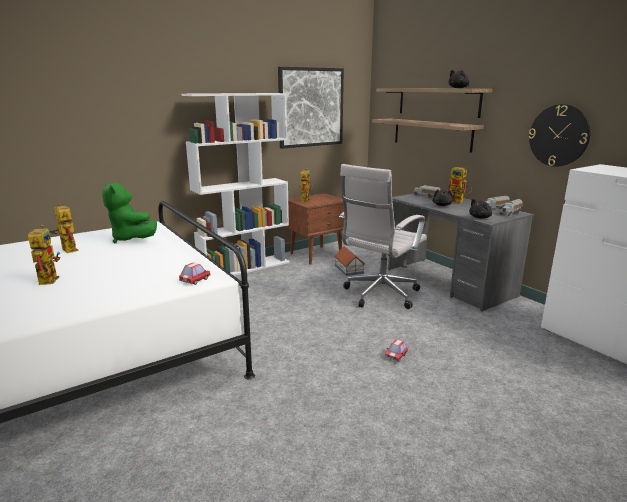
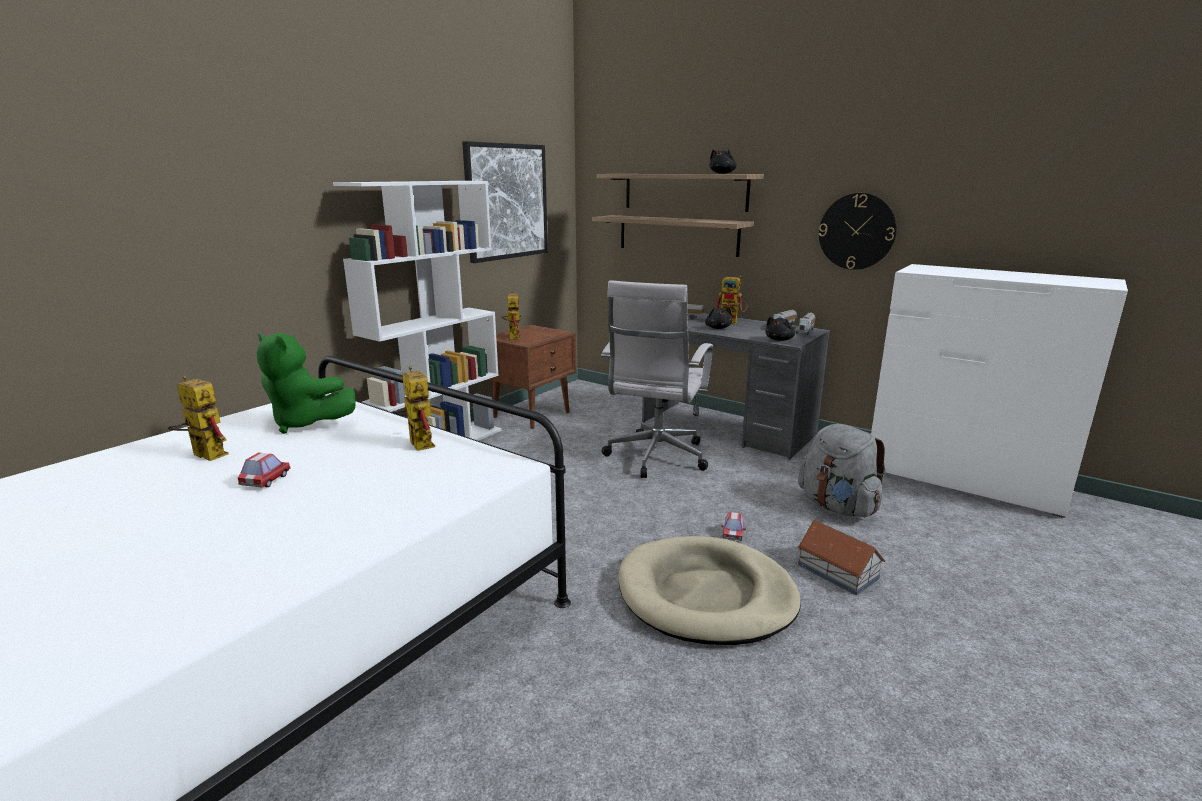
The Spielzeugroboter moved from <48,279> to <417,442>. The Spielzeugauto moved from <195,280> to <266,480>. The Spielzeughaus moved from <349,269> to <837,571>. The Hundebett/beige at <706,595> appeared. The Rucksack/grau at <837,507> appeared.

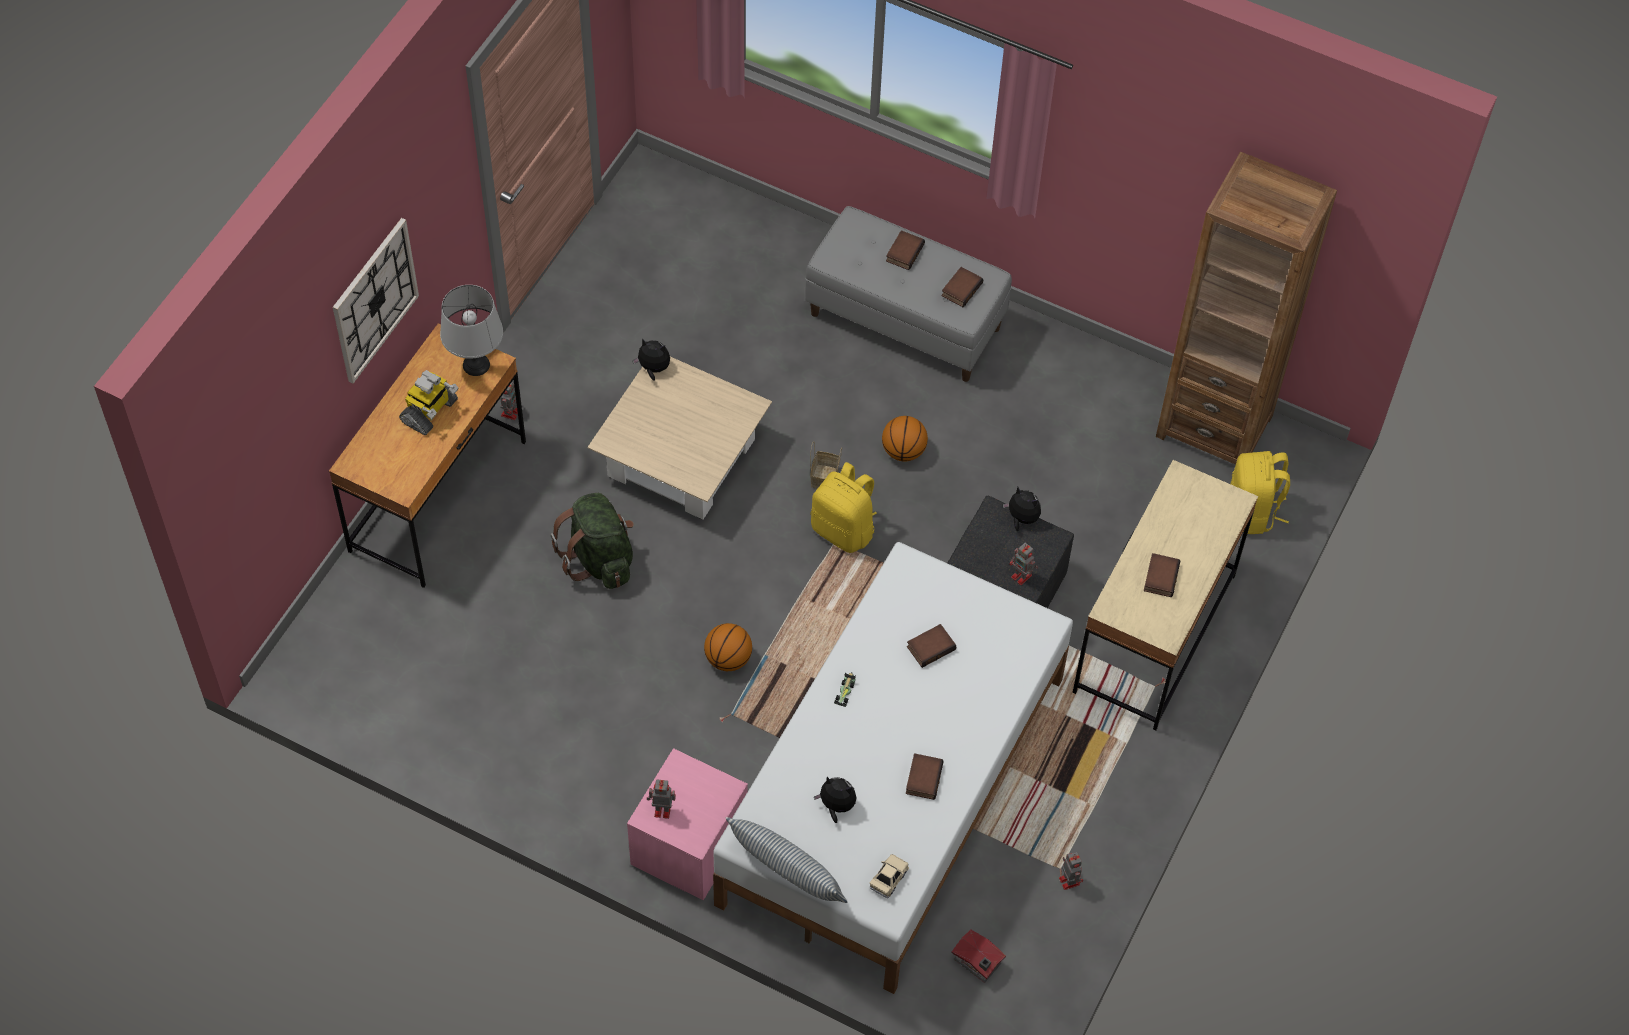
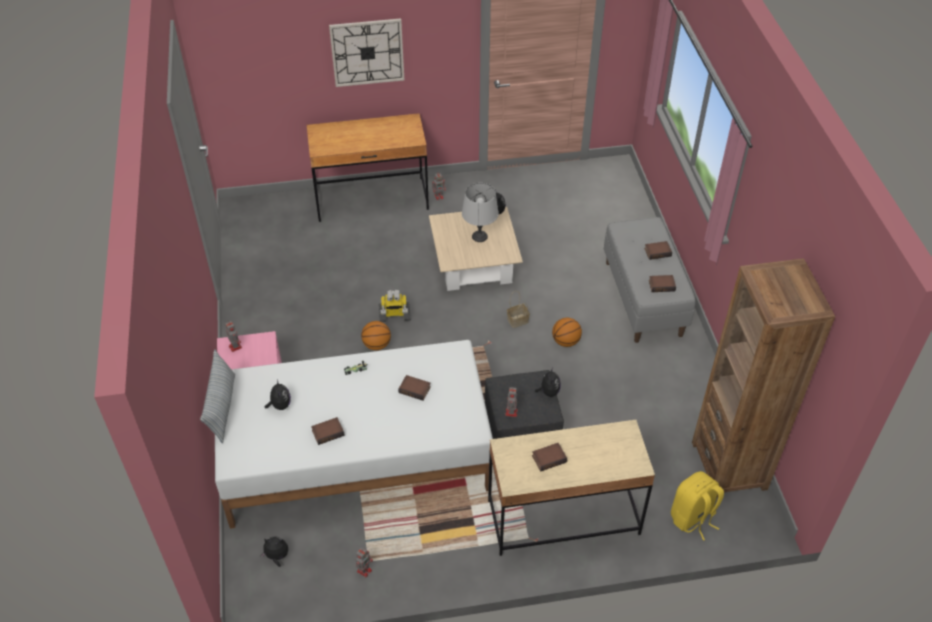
The Spielzeugroboter moved from <430,412> to <394,316>. The Tischlampe/grau moved from <476,365> to <479,236>. The Rucksack/grün at <599,559> disappeared. The Rucksack/gelb at <844,530> disappeared. The Spielzeugauto/beige at <888,879> disappeared. The Spielzeughaus at <977,963> was replaced by the Plüschtier at <277,556>.

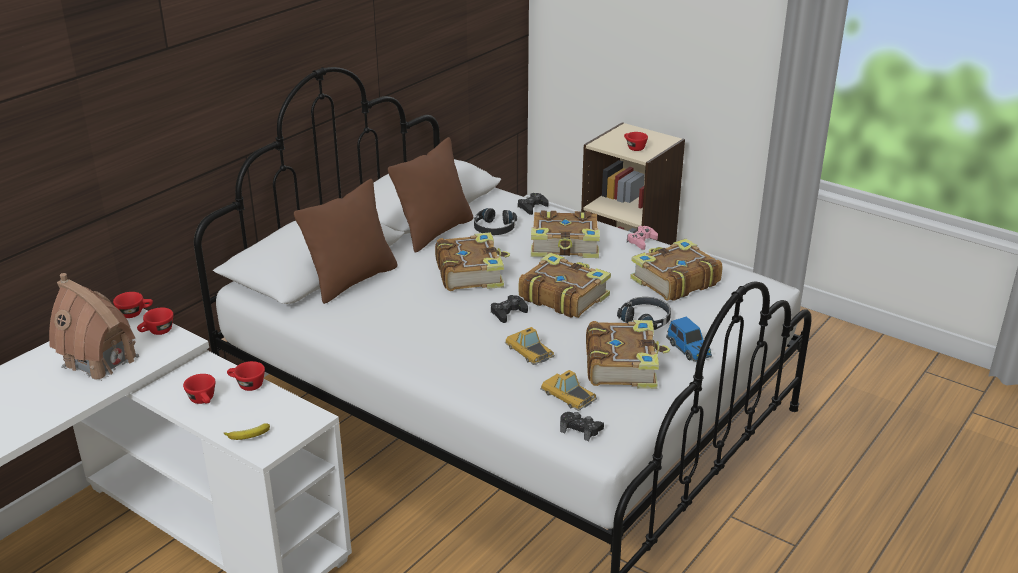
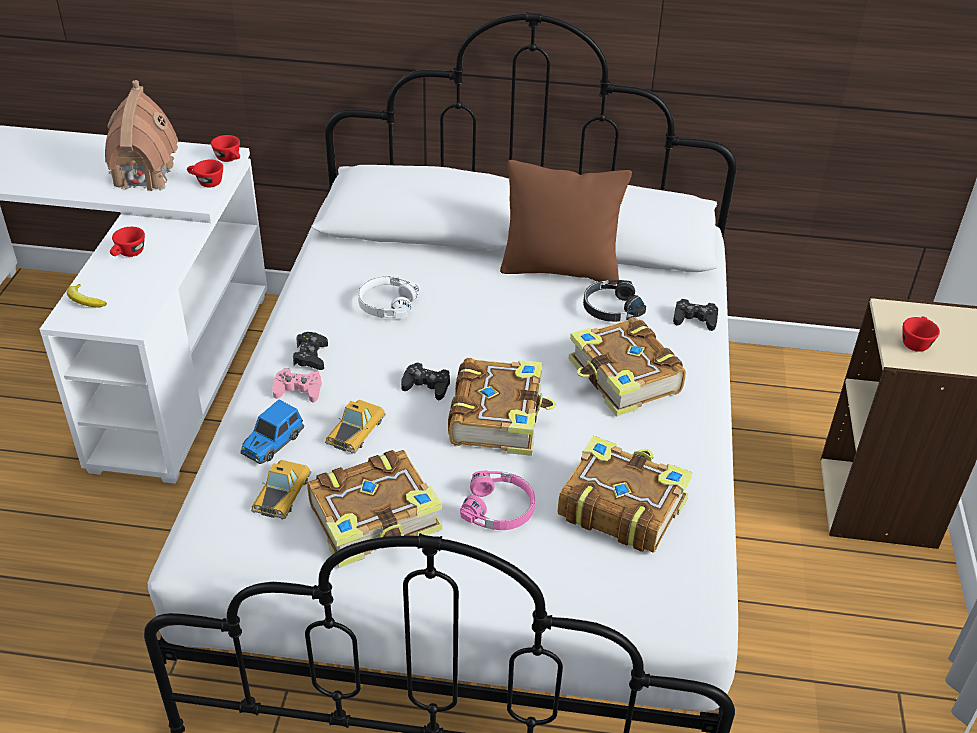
The Tasse/rot at <246,385> disappeared. The Kissen/braun at <352,280> disappeared. The Buch at <471,273> disappeared. The Gamepad/schwarz moved from <580,429> to <311,356>. The Kopfhörer/schwarz at <646,319> became the Kopfhörer/rosa at <499,508>. The Gamepad/rosa moved from <641,241> to <298,390>. The Spielzeugauto moved from <689,349> to <272,443>. The Kopfhörer/weiß at <387,304> appeared.

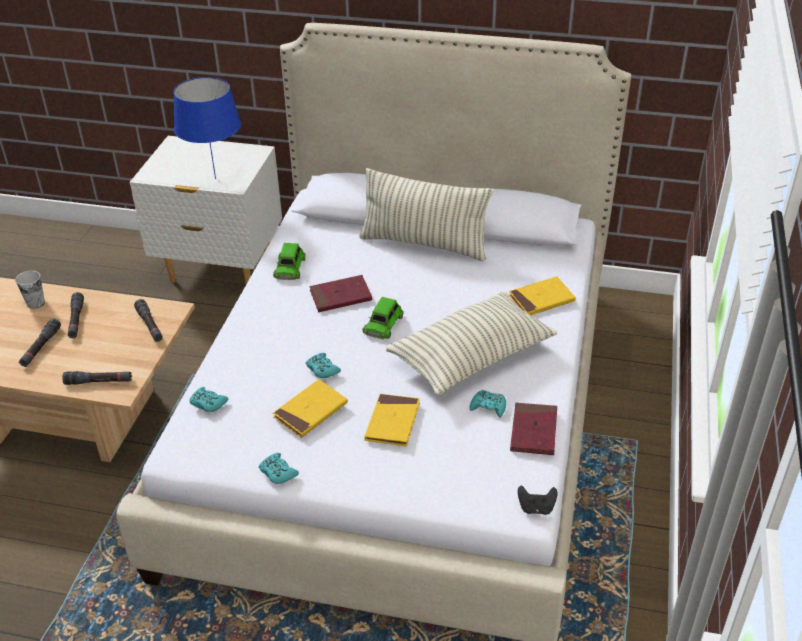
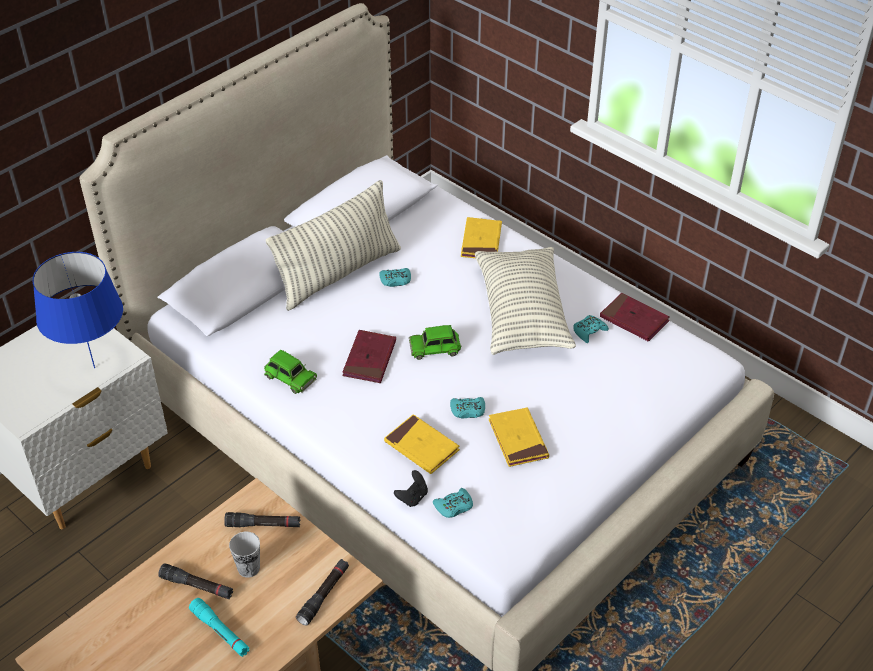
The Tasse moved from <36,303> to <248,568>. The Taschenlampe/schwarz at <41,347> became the Taschenlampe/türkis at <220,631>. The Gamepad/türkis moved from <278,472> to <395,280>. The Spielzeugauto/grün at <383,324> turned 120 degrees clockwise. The Buch/gelb moved from <392,422> to <421,447>. The Gamepad/schwarz moved from <536,508> to <412,497>.

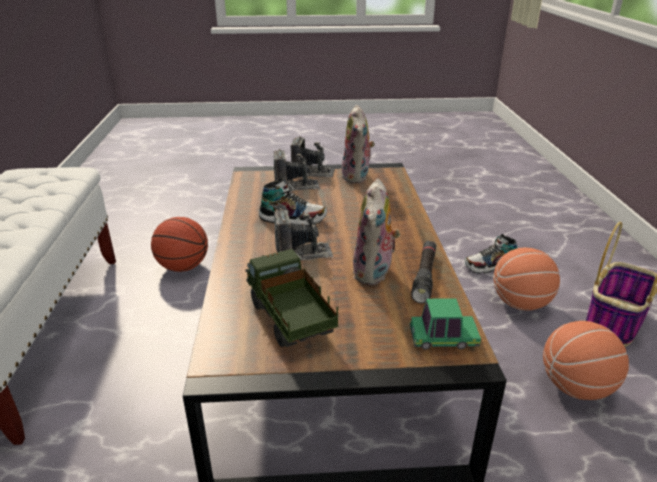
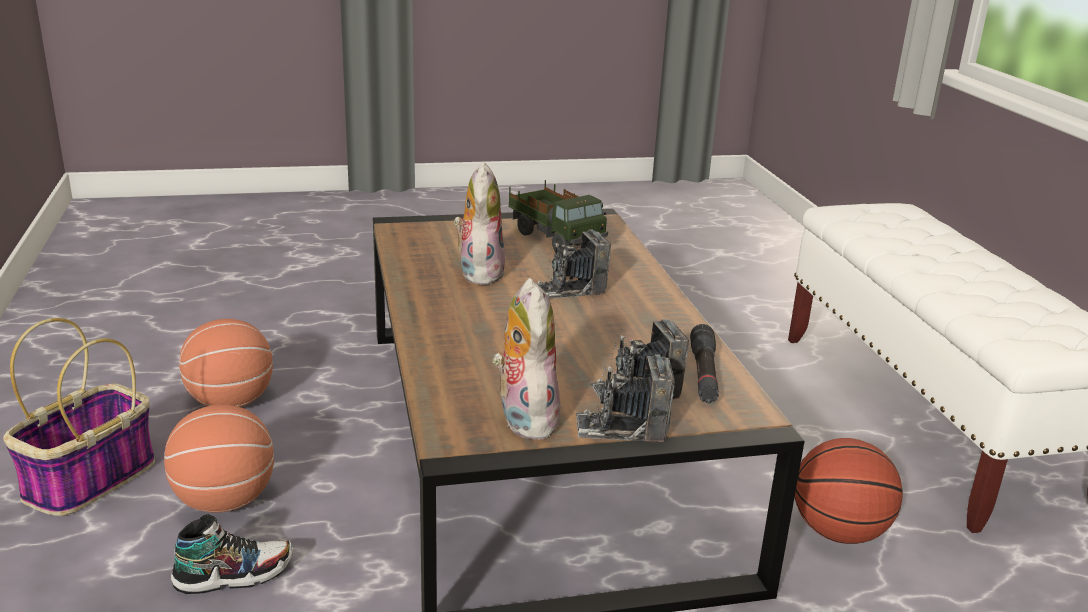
The Schuh at <292,219> disappeared. The Spielzeugauto at <443,338> disappeared. The Taschenlampe/schwarz moved from <424,276> to <703,374>.

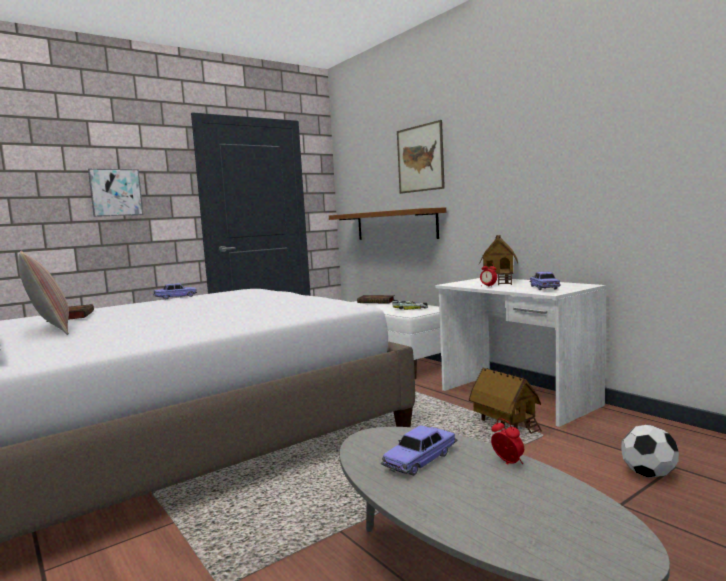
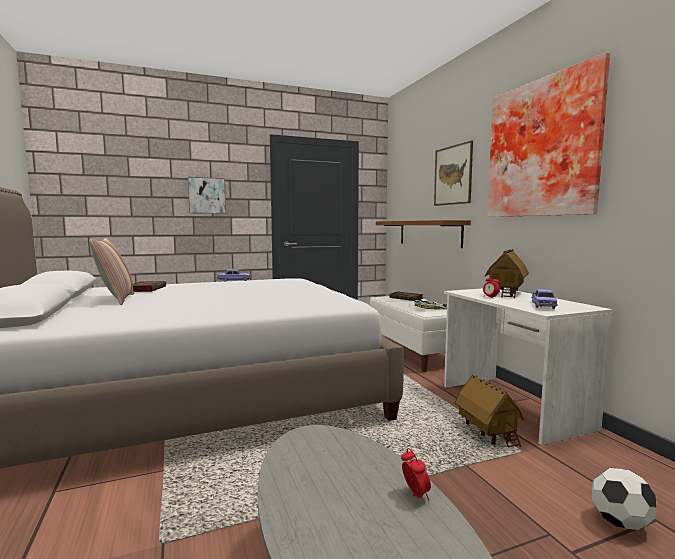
The Spielzeugauto at <420,460> disappeared. The Bild at <544,149> appeared.

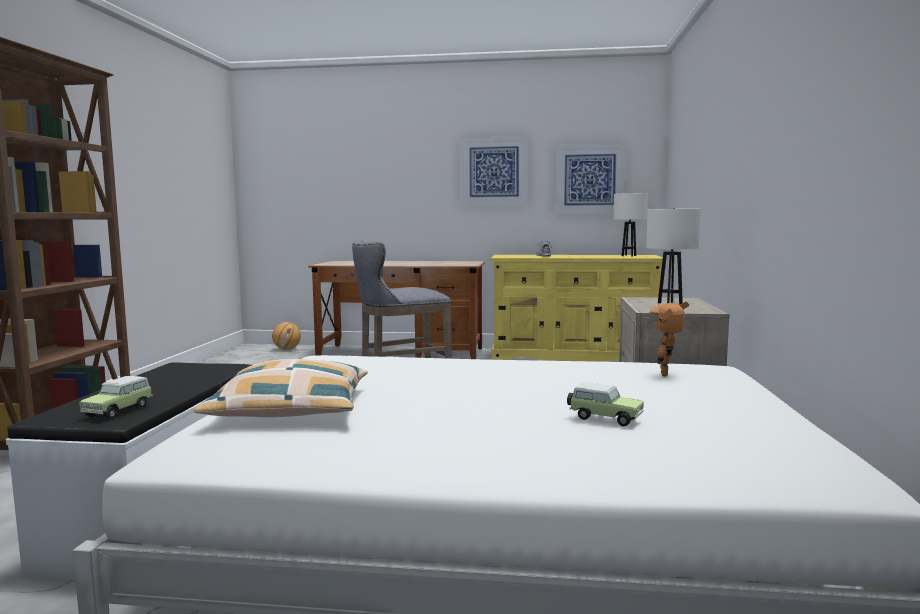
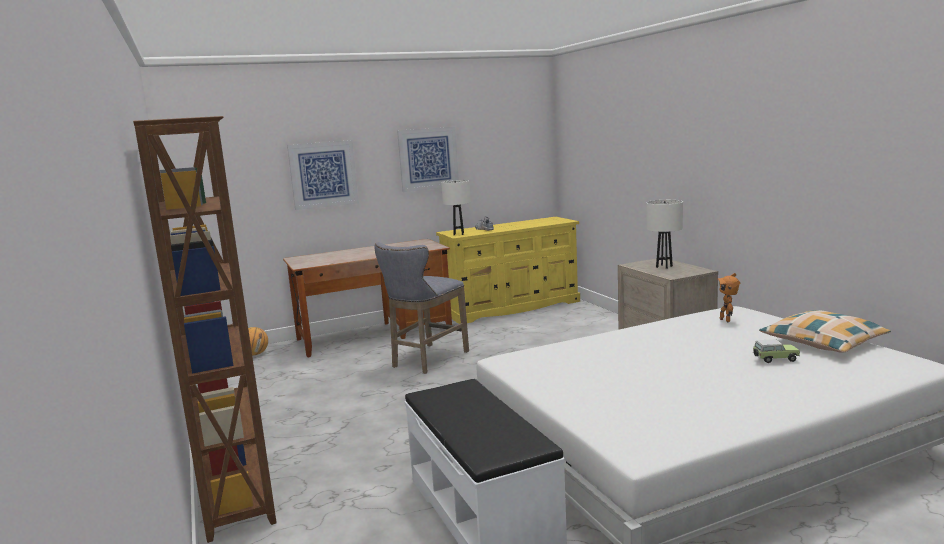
The Spielzeugauto at <120,411> disappeared. The Kissen moved from <290,409> to <823,342>. The Bild moved from <589,179> to <323,174>. The Tischlampe/weiß moved from <629,256> to <459,234>.

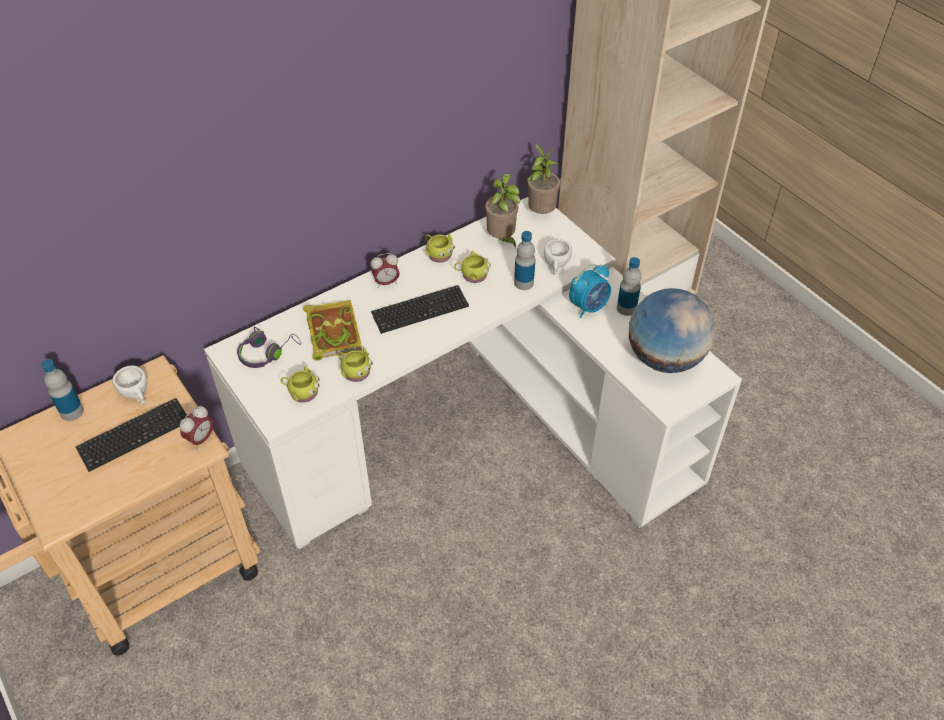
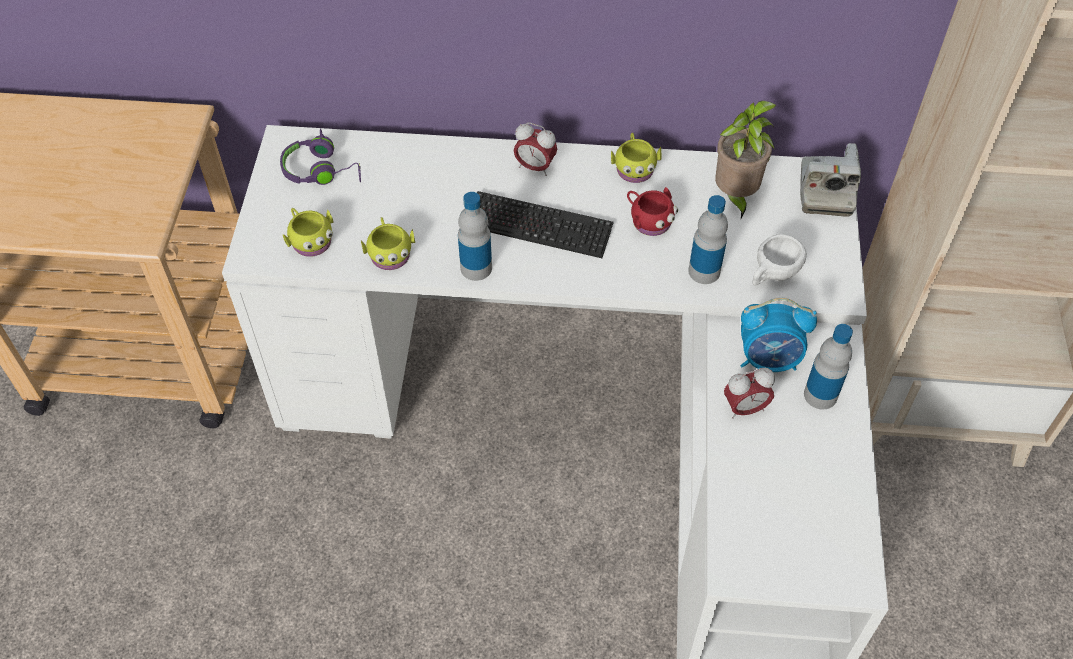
The Flasche moved from <72,411> to <476,268>. The Tastatur at <134,435> disappeared. The Tasse/weiß at <136,394> disappeared. The Wecker moved from <201,439> to <745,408>. The Buch at <332,331> disappeared. The Henkelbecher/gelb at <472,275> became the Henkelbecher/rot at <648,220>. The Topfpflanze at <540,213> was replaced by the Kamera at <825,190>. The Globus at <664,358> disappeared.

